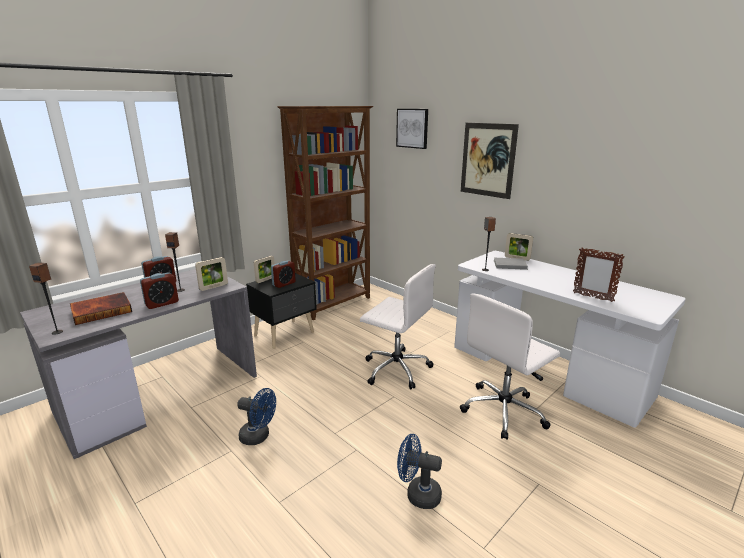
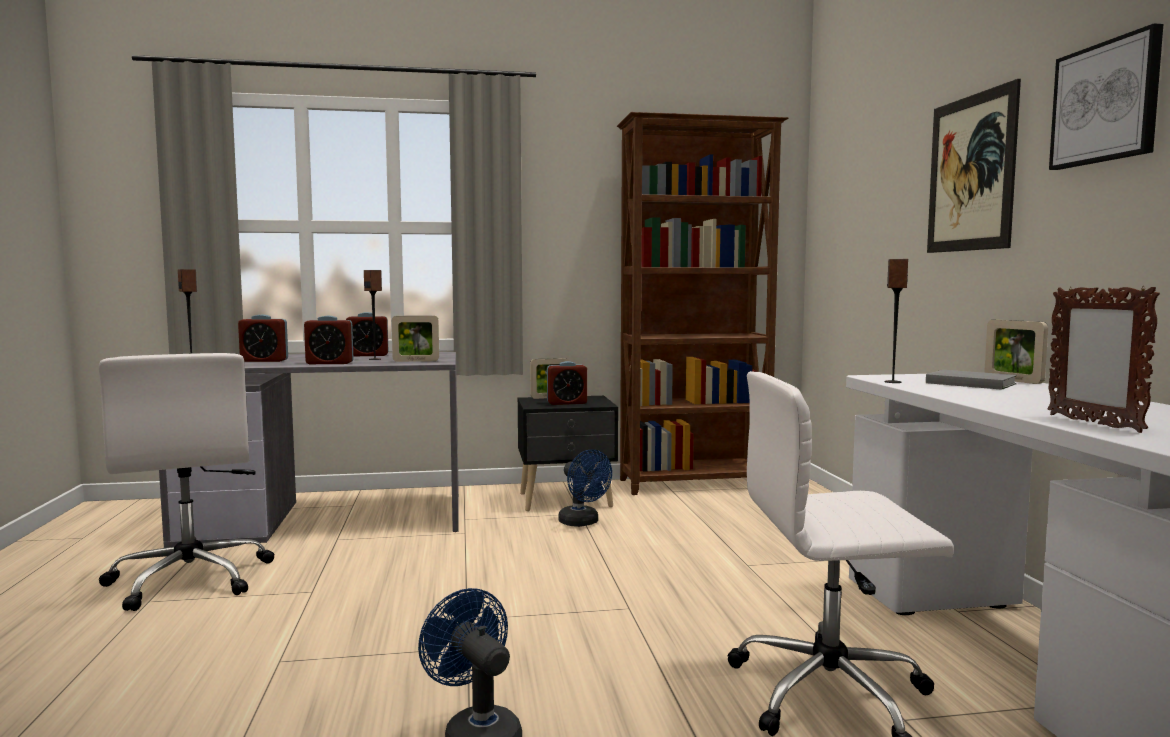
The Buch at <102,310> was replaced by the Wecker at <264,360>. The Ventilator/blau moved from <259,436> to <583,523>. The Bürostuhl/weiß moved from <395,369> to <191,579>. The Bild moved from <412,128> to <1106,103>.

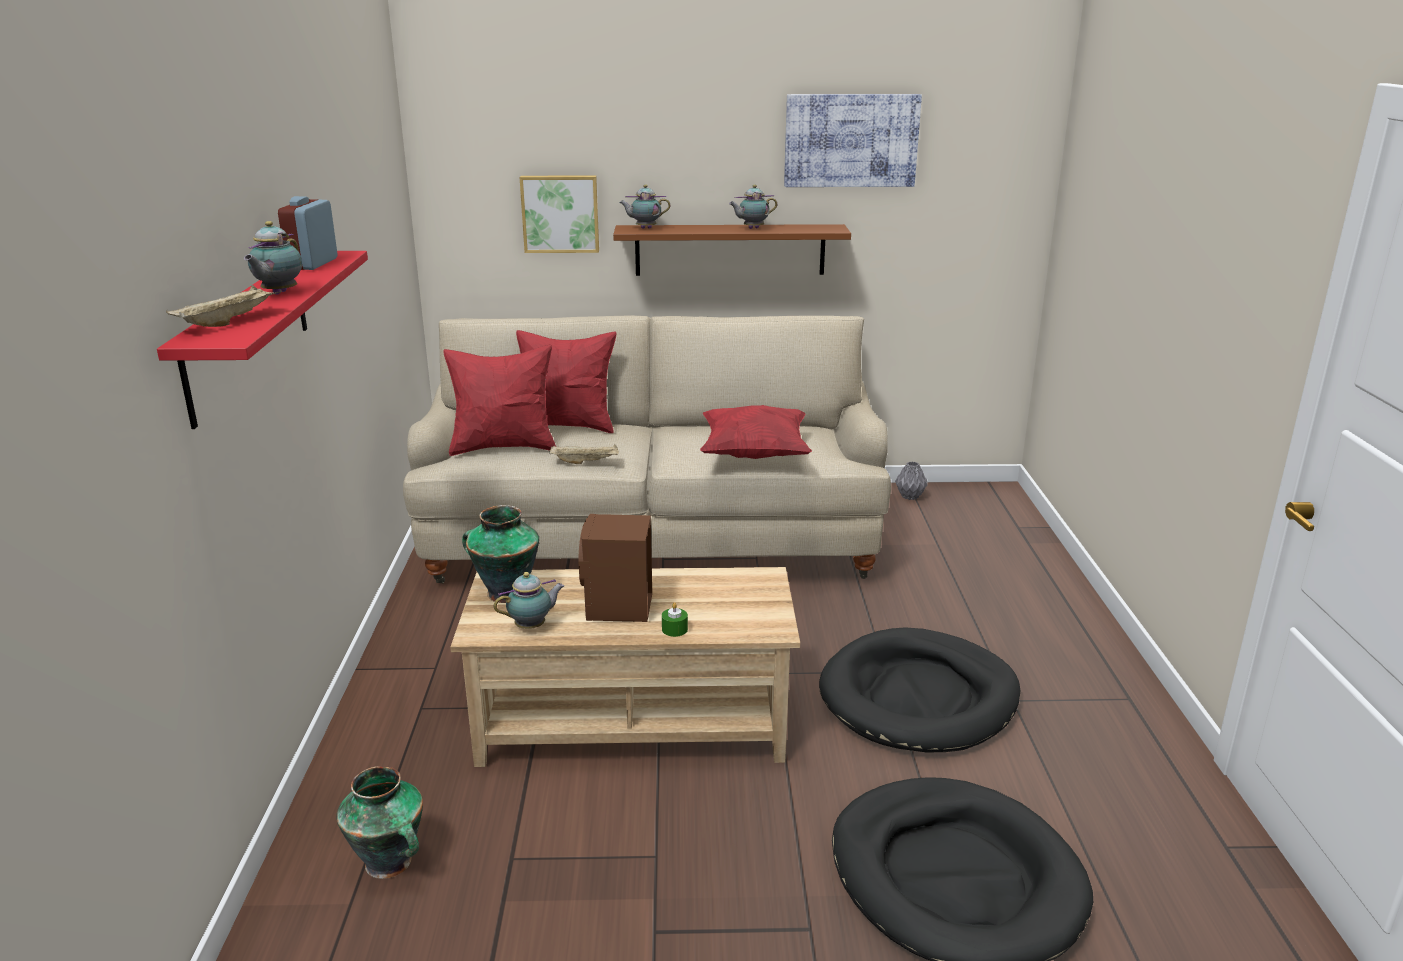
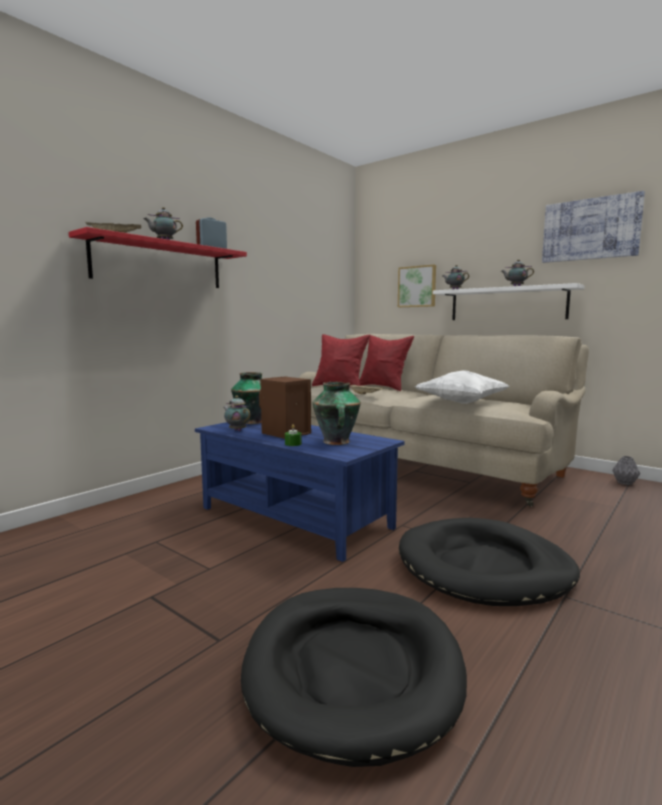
The Vase moved from <390,864> to <336,442>. The Couchtisch/beige at <633,721> became the Couchtisch/blau at <295,517>. The Teekanne at <532,626> turned 150 degrees counterclockwise. The Wandregal/braun at <730,250> became the Wandregal/weiß at <507,304>. The Kissen/rot at <754,454> became the Kissen/weiß at <461,402>.

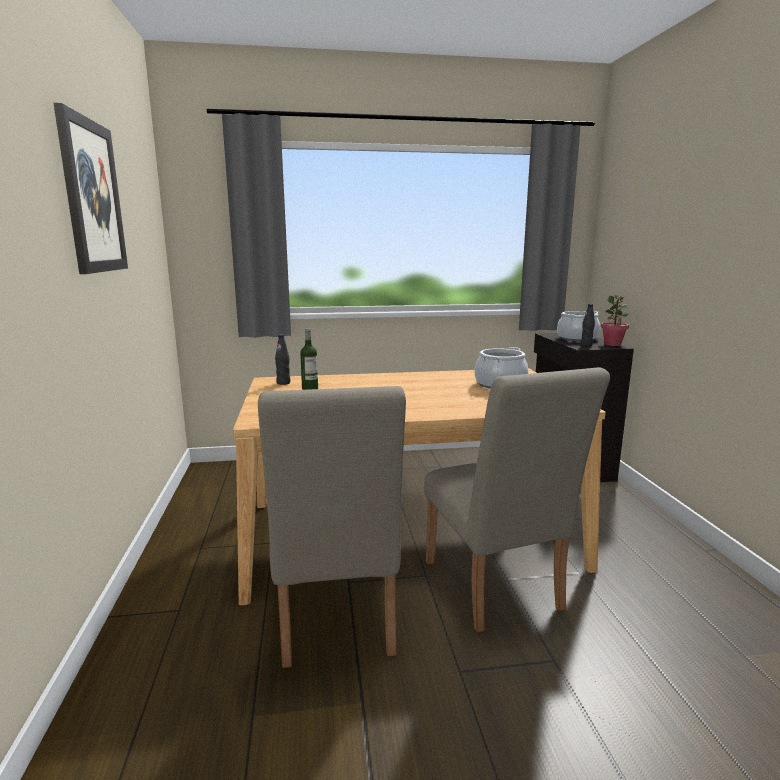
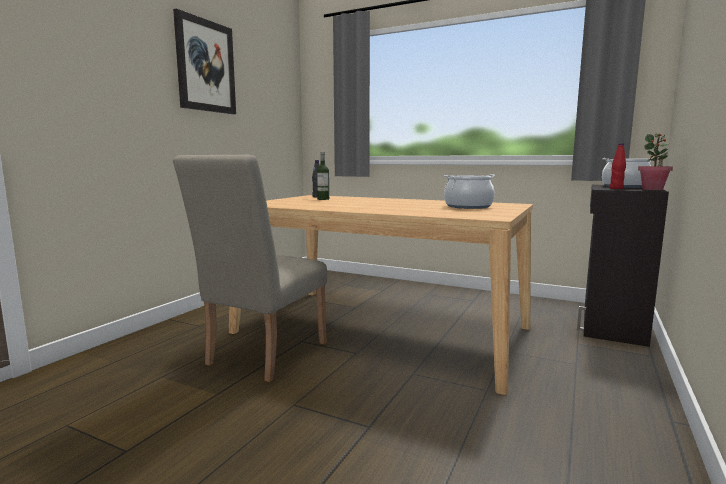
The Stuhl/beige at <495,591> disappeared. The Flasche/schwarz at <586,345> became the Flasche/rot at <616,188>.

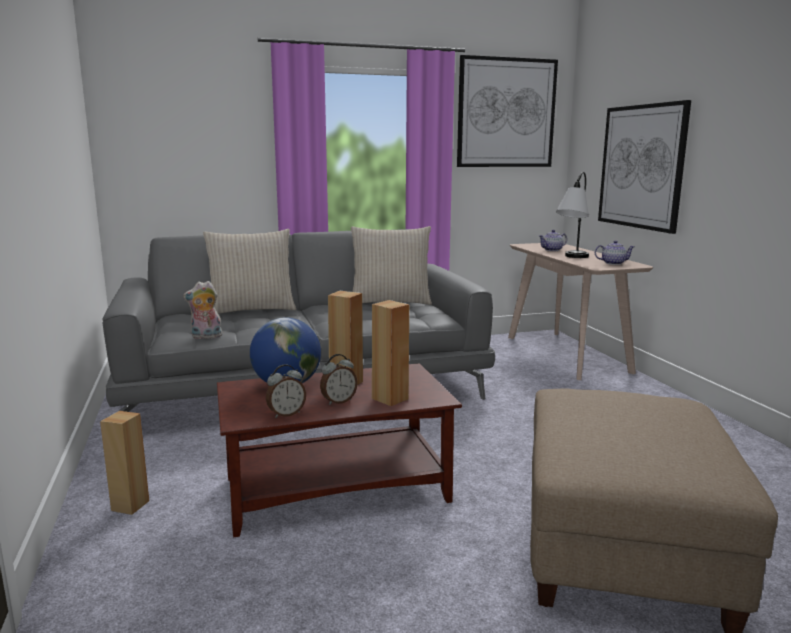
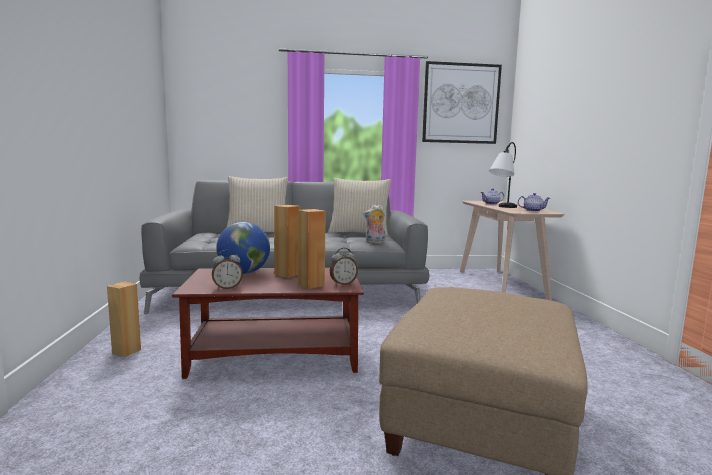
The Plüschtier moved from <206,337> to <375,242>. The Wecker moved from <338,401> to <343,284>. The Bild at <641,167> disappeared.

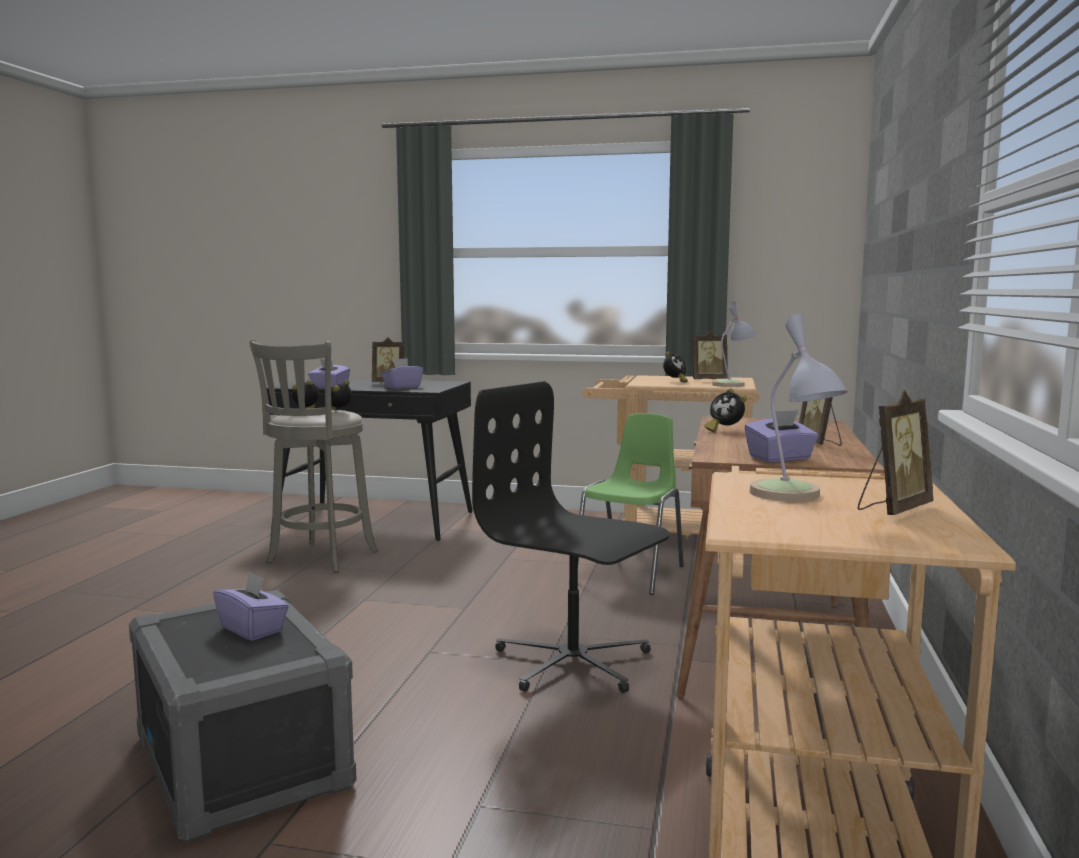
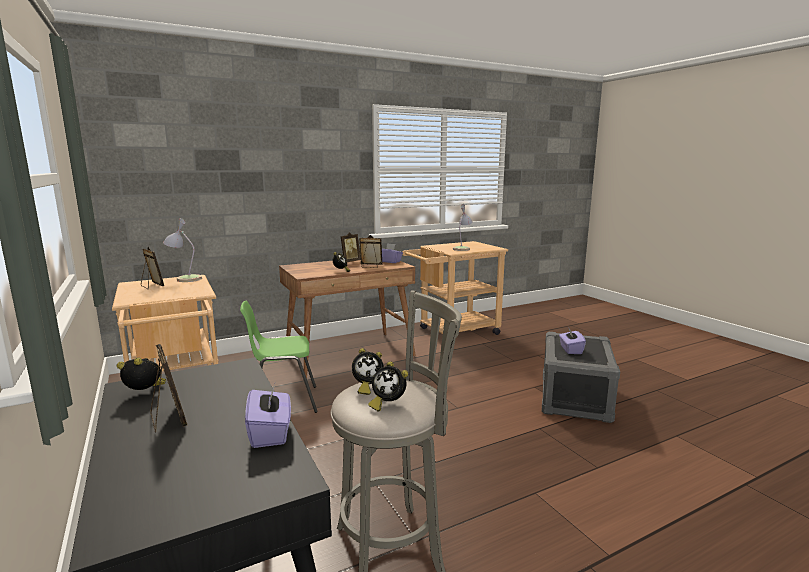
The Taschentuchbox/lila at <402,387> disappeared. The Bürostuhl/schwarz at <572,662> disappeared. The Wecker moved from <674,382> to <145,393>. The Bilderrahmen moved from <893,509> to <370,266>.

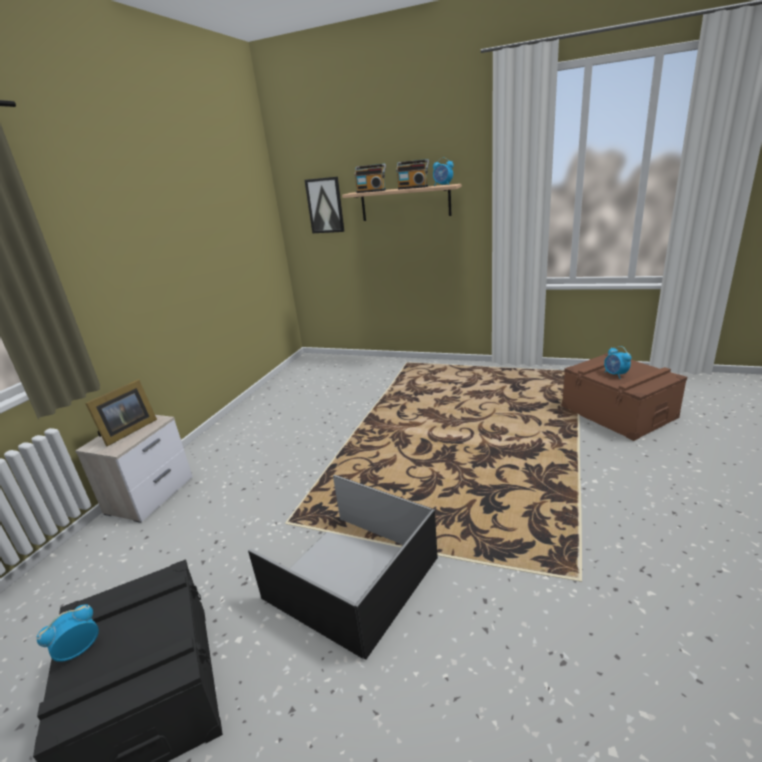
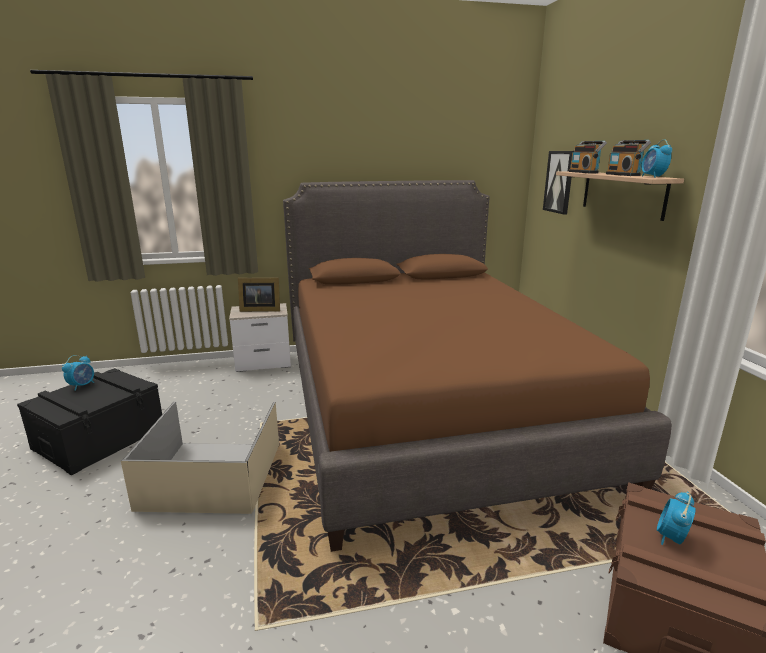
The Wecker at <79,650> turned 105 degrees clockwise. The Aufbewahrungsbox/schwarz at <352,576> became the Aufbewahrungsbox/beige at <214,475>. The Bett/braun at <427,407> appeared.

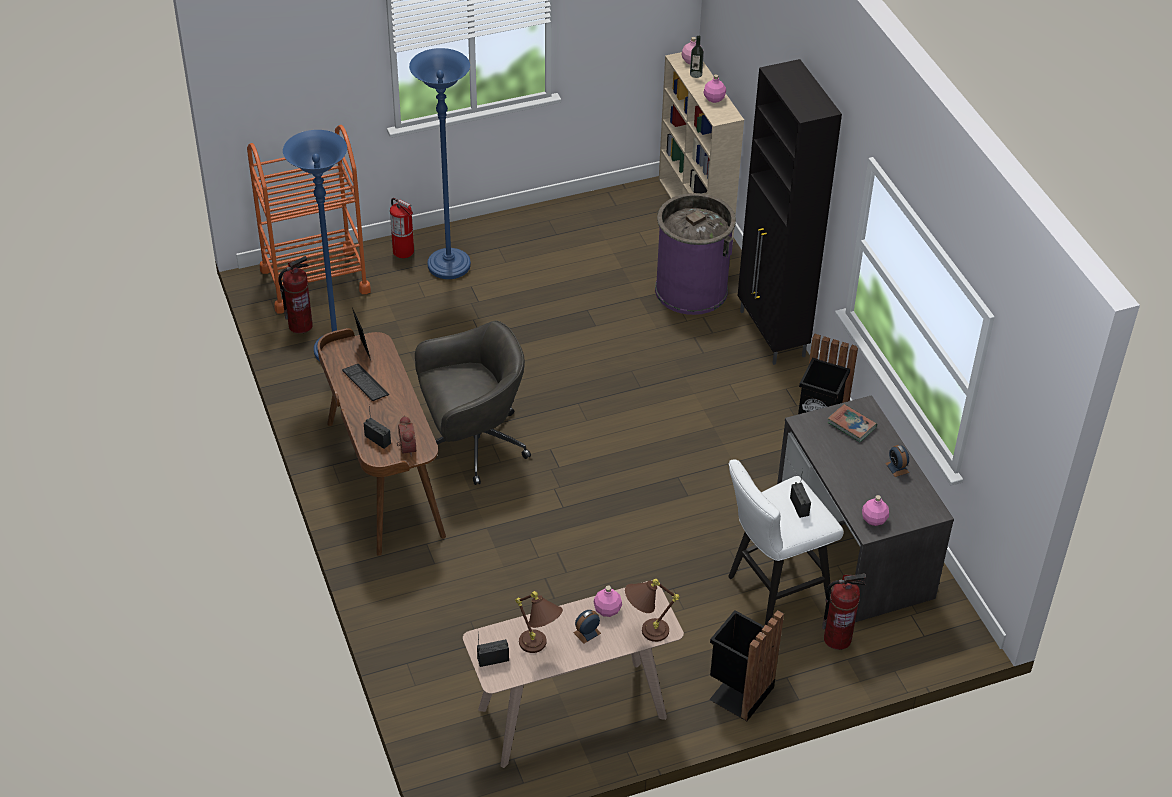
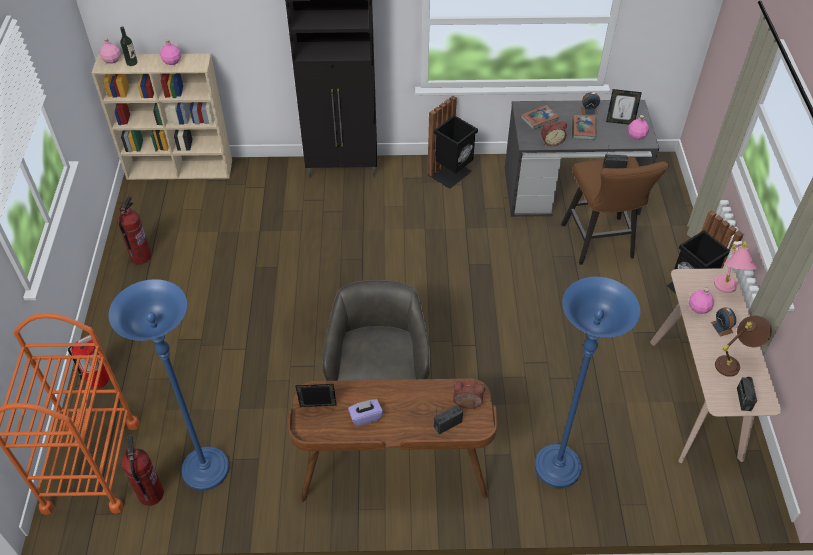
The Tastatur at <365,383> was replaced by the Taschentuchbox/lila at <365,417>. The Stehlampe/blau moved from <449,266> to <557,467>. The Tischlampe/braun at <645,632> became the Tischlampe/rosa at <726,291>. The Mülleimer/lila at <691,290> disappeared. The Hocker/weiß at <772,591> became the Hocker/braun at <600,245>. The Feuerlöscher moved from <837,639> to <141,257>. The Wecker at <551,141> appeared. The Buch at <583,129> appeared. The Bilderrahmen at <620,122> appeared.

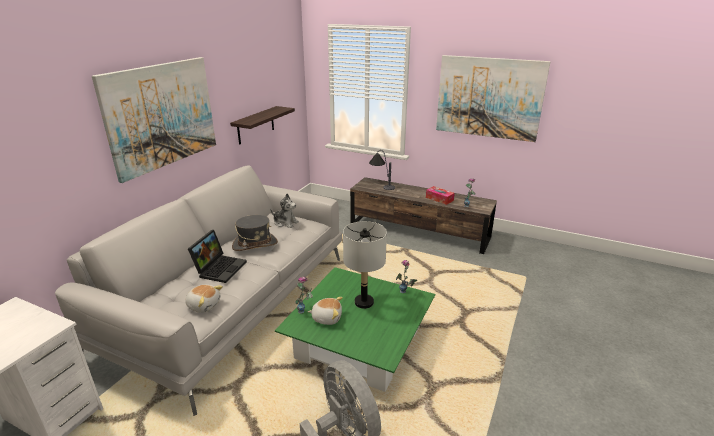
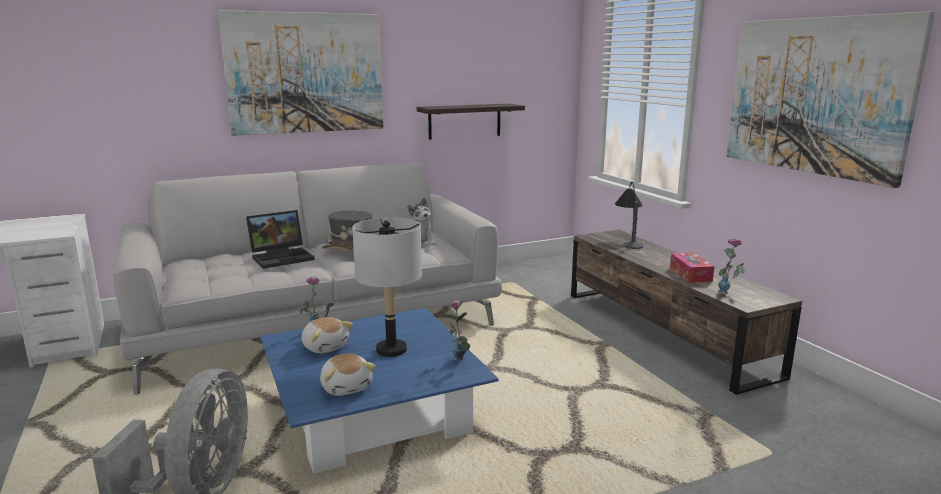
The Plüschtier moved from <204,305> to <347,387>. The Couchtisch/grün at <359,342> became the Couchtisch/blau at <374,412>.

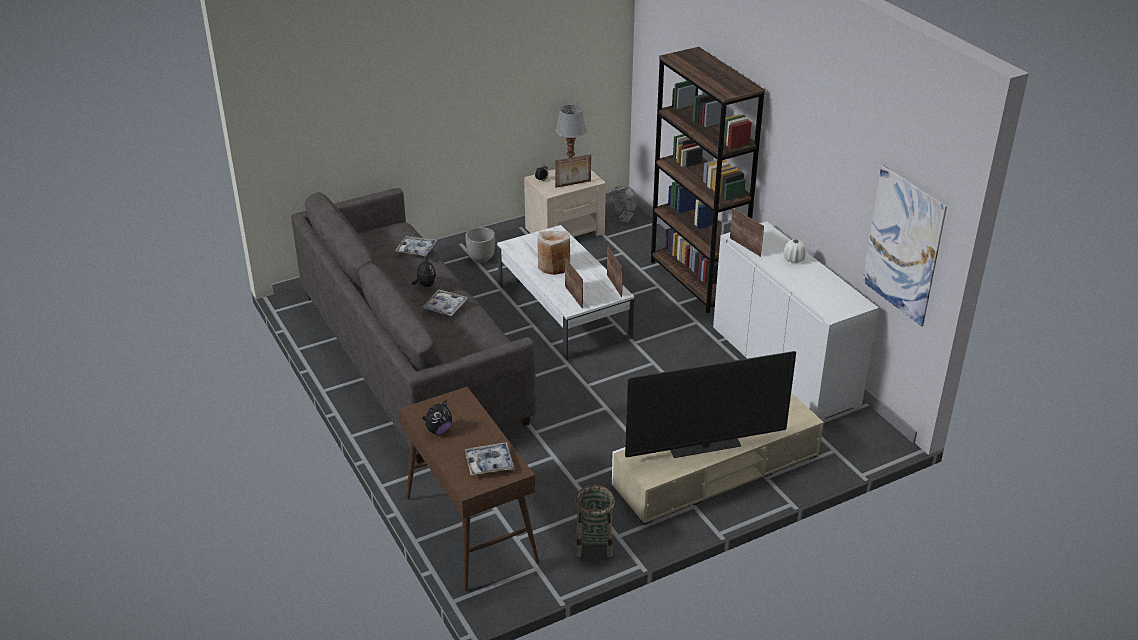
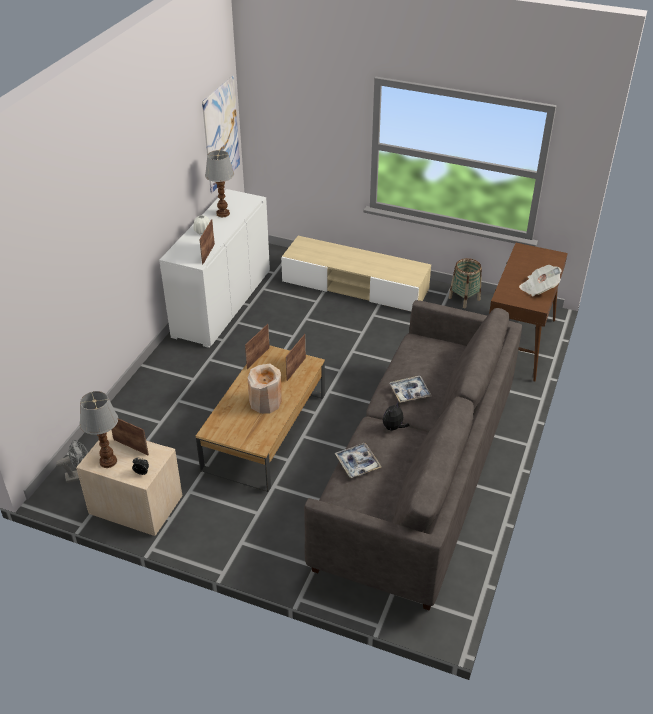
The Plüschtier at <438,430> was replaced by the Zeitung at <538,288>. The Pflanzkübel at <481,258> disappeared. The Tablett at <489,463> disappeared. The Couchtisch/weiß at <563,310> became the Couchtisch/braun at <265,432>. The Fernseher at <705,448> disappeared. The Bücherregal/braun at <696,281> disappeared. The Tischlampe at <222,214> appeared.

